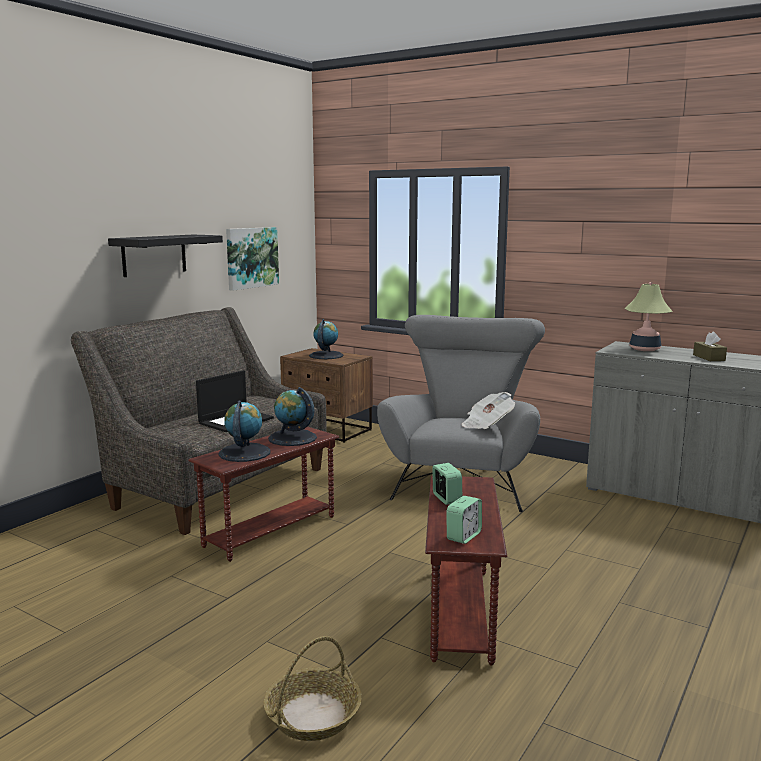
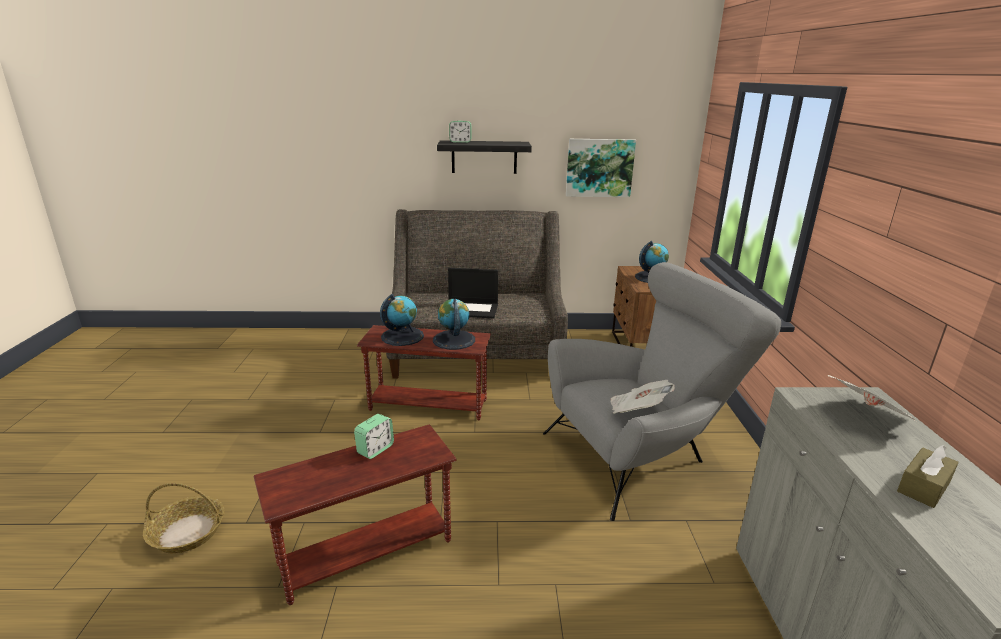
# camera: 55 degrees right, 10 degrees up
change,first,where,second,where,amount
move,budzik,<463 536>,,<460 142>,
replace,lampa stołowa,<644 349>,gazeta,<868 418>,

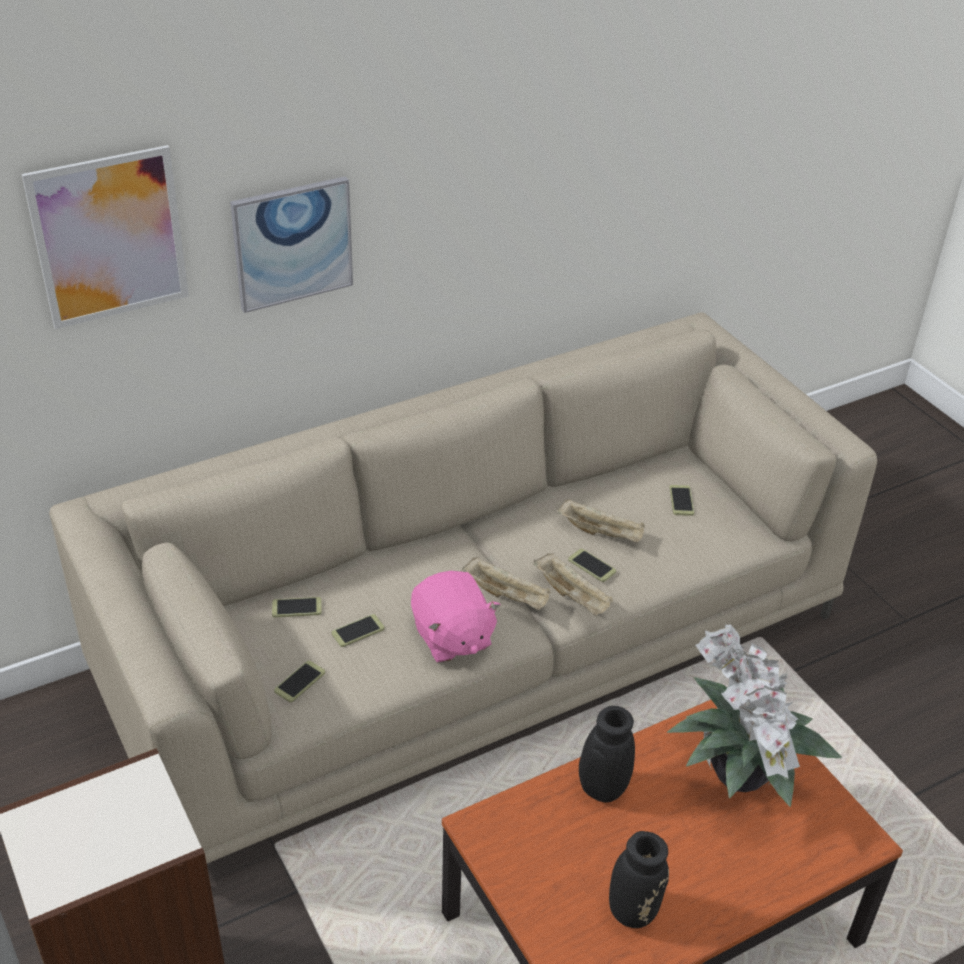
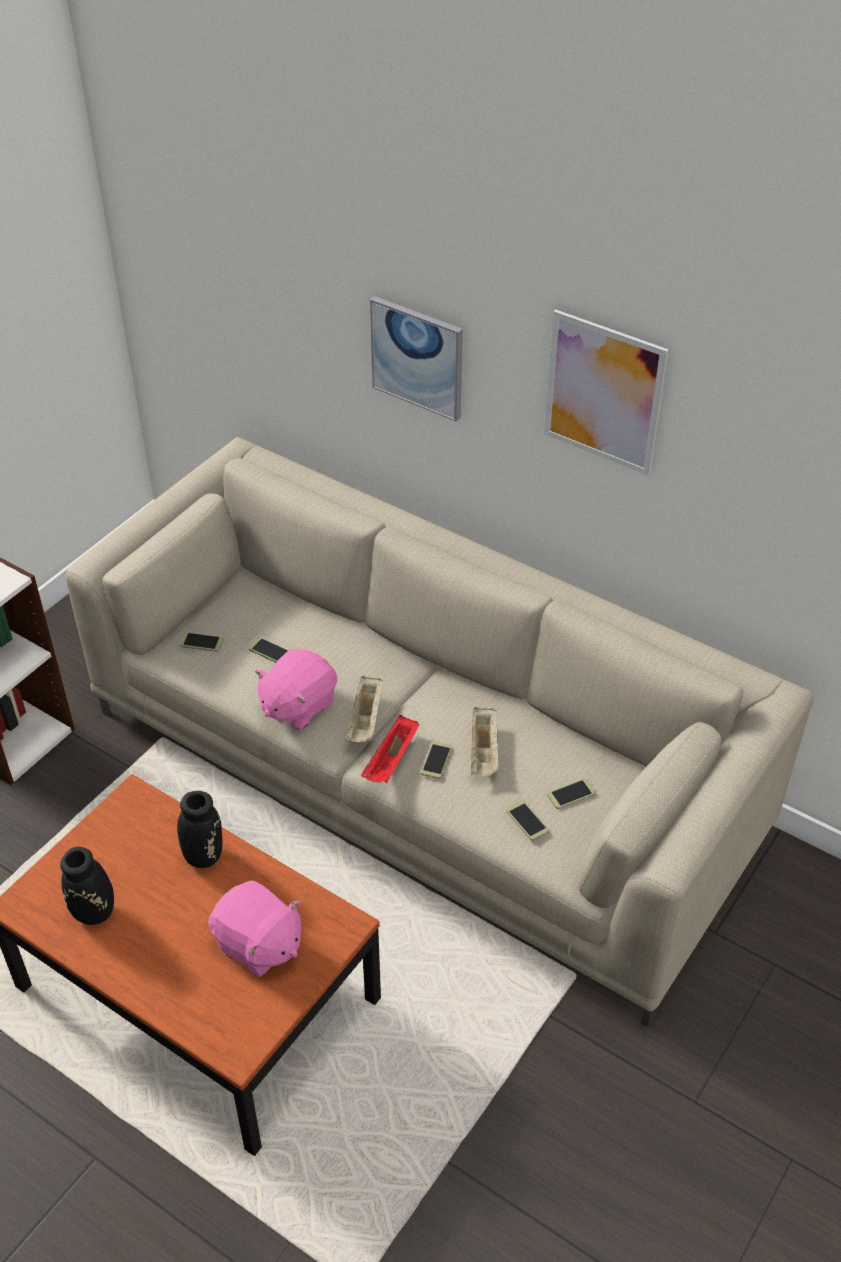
# camera: 65 degrees right, 5 degrees up
change,first,where,second,where,amount
move,obraz,<109 237>,,<603 393>,
move,telefon,<296 608>,,<527 821>,
recolor,taca [beżowy],<572 596>,taca [czerwony],<391 761>,
replace,roślina doniczkowa,<739 781>,pluszak [różowy],<258 945>,

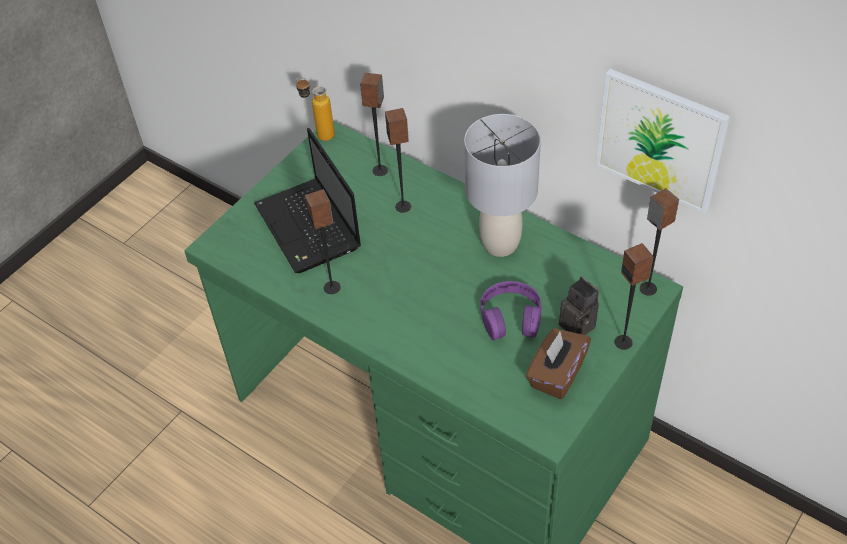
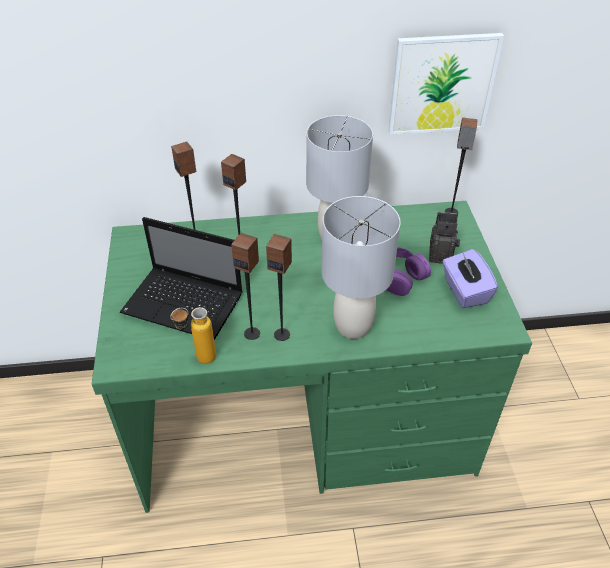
# camera: 45 degrees left, 5 degrees down
change,first,where,second,where,amount
move,butelka,<319 134>,,<198 359>,
recolor,pudełko chusteczek [brązowy],<556 374>,pudełko chusteczek [fioletowy],<464 291>,
move,głośnik,<623 342>,,<282 334>,
insert,,,lampa stołowa [szary],<353 327>,

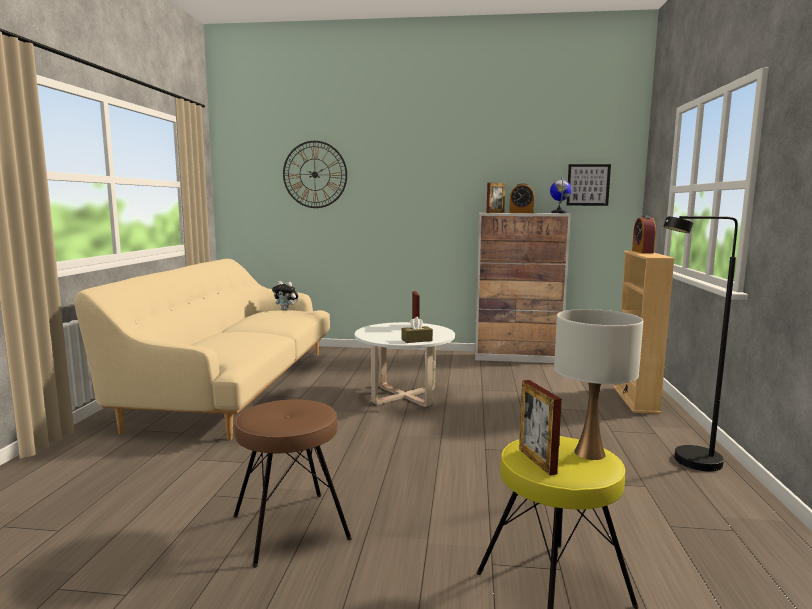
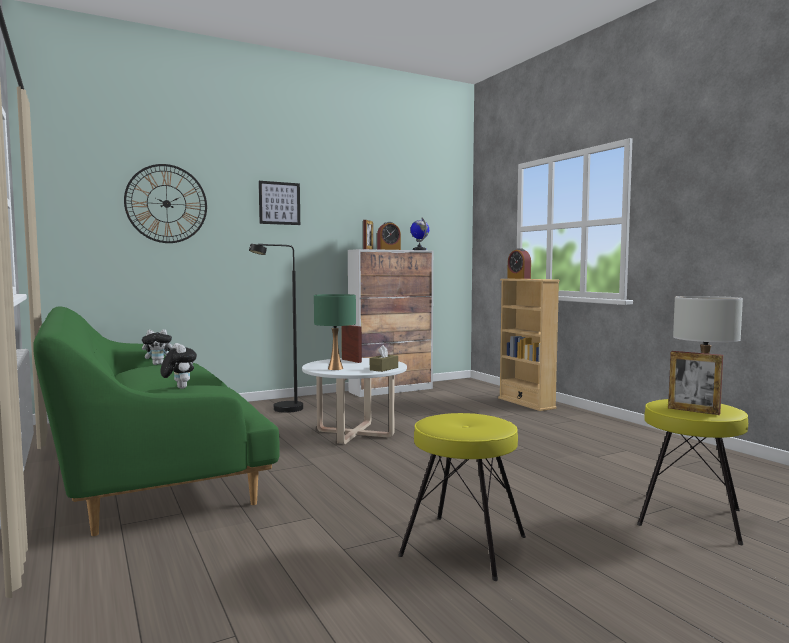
# camera: 35 degrees left, 5 degrees down
change,first,where,second,where,amount
recolor,kanapa [beżowy],<235 385>,kanapa [zielony],<148 460>,
recolor,stołek [brązowy],<289 527>,stołek [żółty],<463 546>,
move,obraz,<588 185>,,<279 203>,
move,lampa stojąca [czarny],<687 463>,,<281 410>,
insert,,,pluszak,<179 388>,
insert,,,lampa stołowa [zielony],<335 368>,

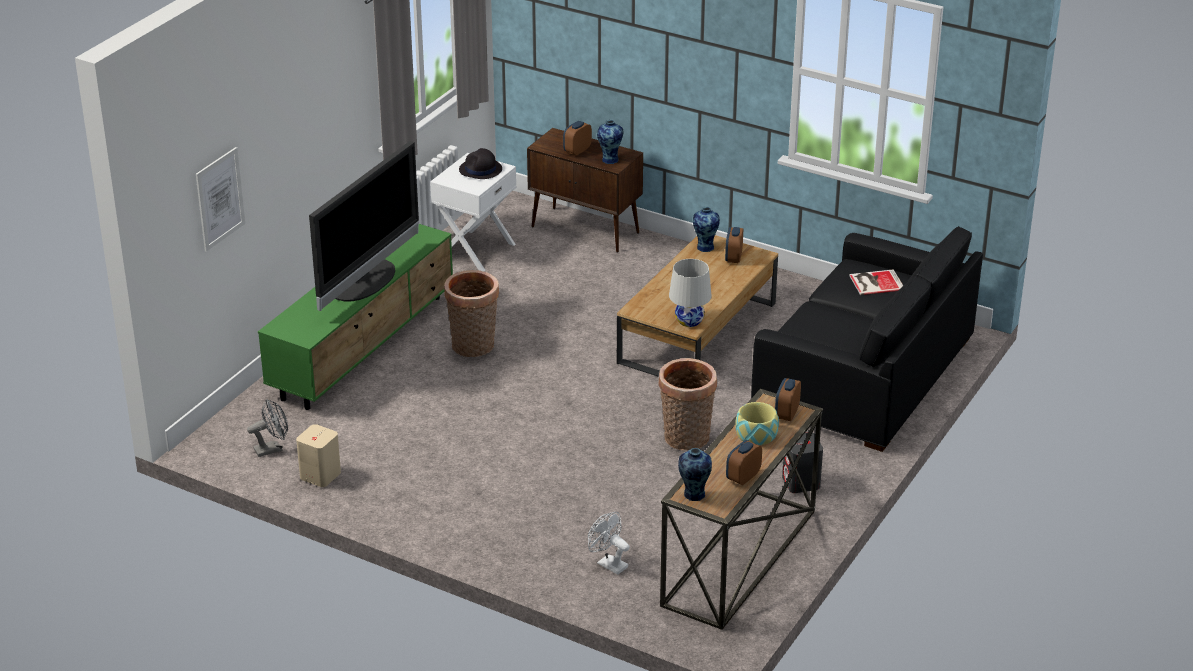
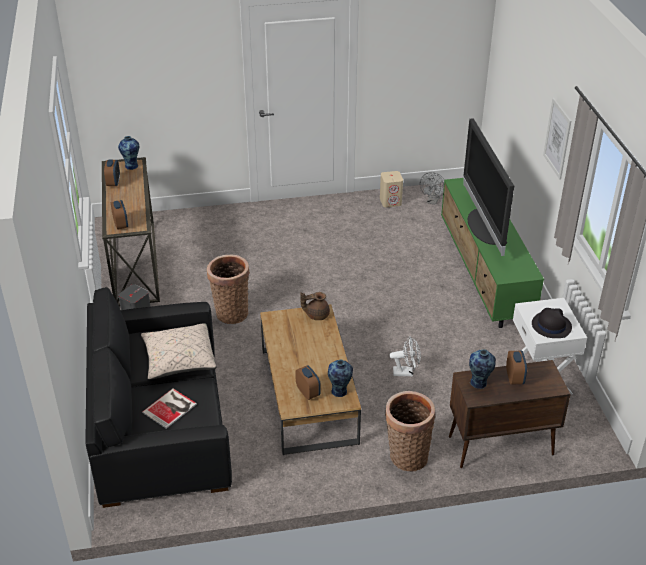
# camera: 140 degrees right, 5 degrees up
change,first,where,second,where,amount
move,obraz,<220 199>,,<557 138>,
move,koszyk,<473 347>,,<406 455>,
move,wentylator [biały],<608 563>,,<406 372>,
delete,lampa stołowa [biały],<689 321>,,,
delete,miska,<756 434>,,,
insert,,,poduszka [beżowy],<179 360>,
insert,,,imbryk [brązowy],<316 315>,

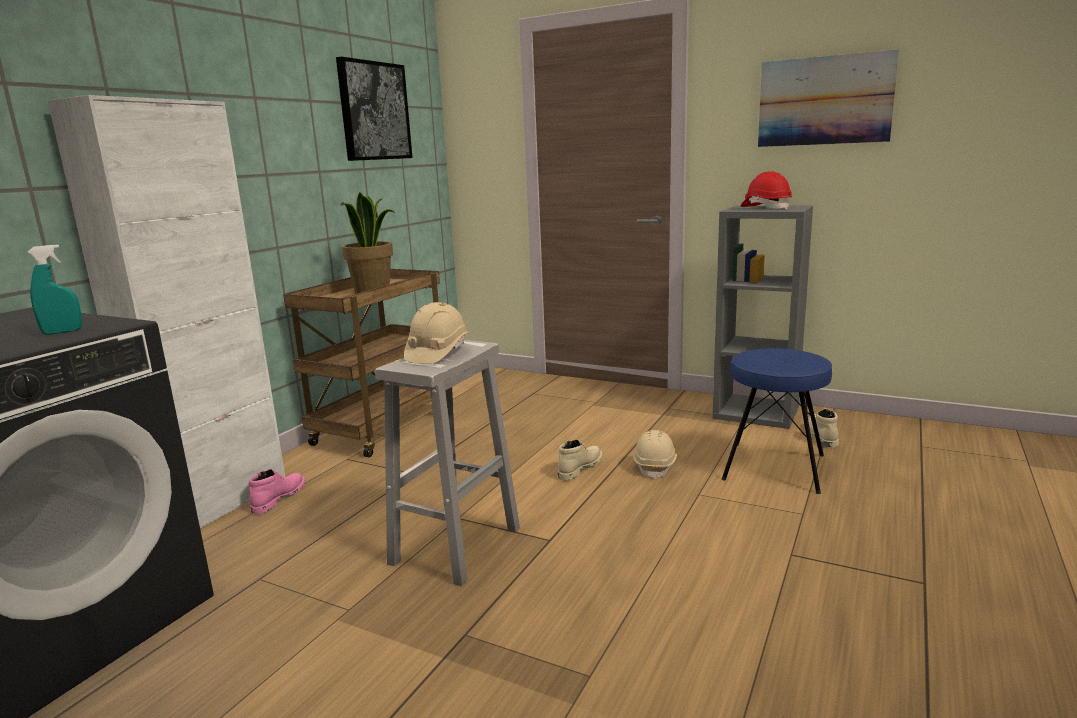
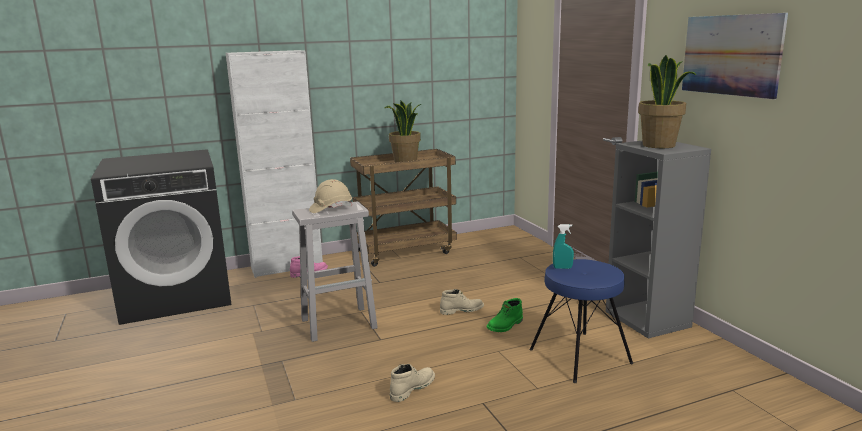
# camera: 40 degrees right, 0 degrees up
change,first,where,second,where,amount
move,spryskiwacz [turkusowy],<62 332>,,<562 268>,
delete,obraz,<374 111>,,,
replace,kask [beżowy],<655 466>,but z cholewką [zielony],<505 326>,
replace,kask [czerwony],<766 208>,roślina doniczkowa,<659 145>,
move,but z cholewką [beżowy],<820 436>,,<412 388>,

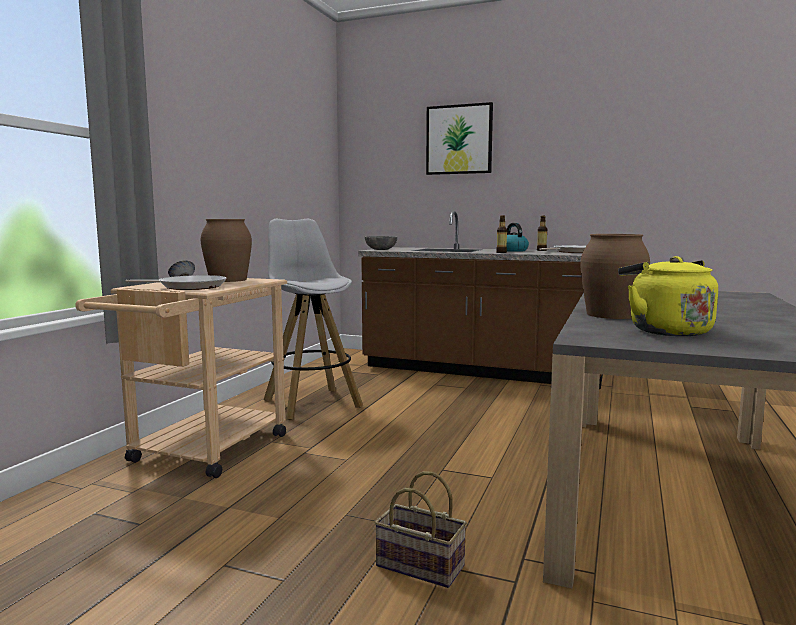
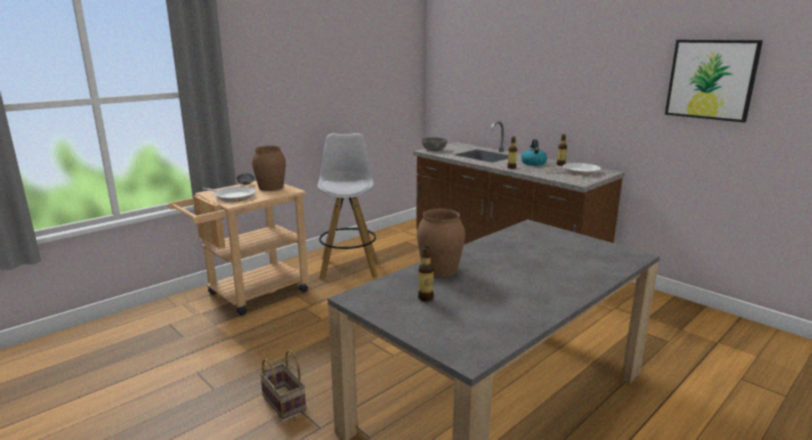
# camera: 25 degrees right, 10 degrees up
change,first,where,second,where,amount
move,obraz,<459 139>,,<711 79>,
replace,czajnik [żółty],<665 331>,butelka,<425 298>,

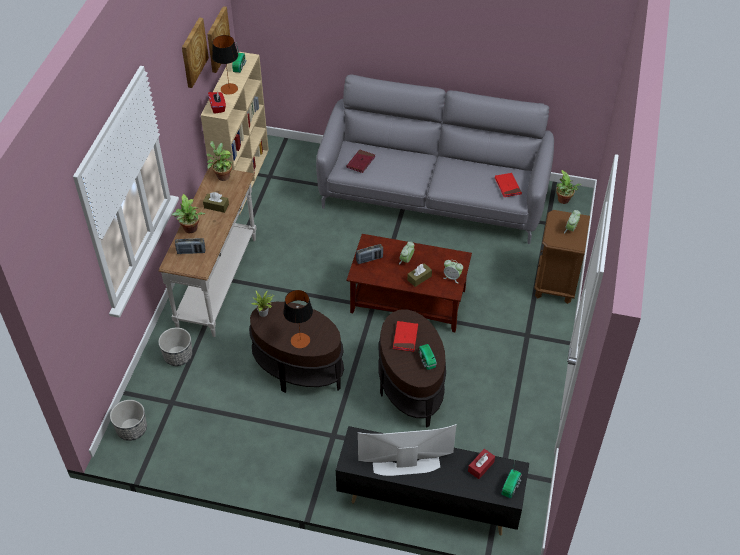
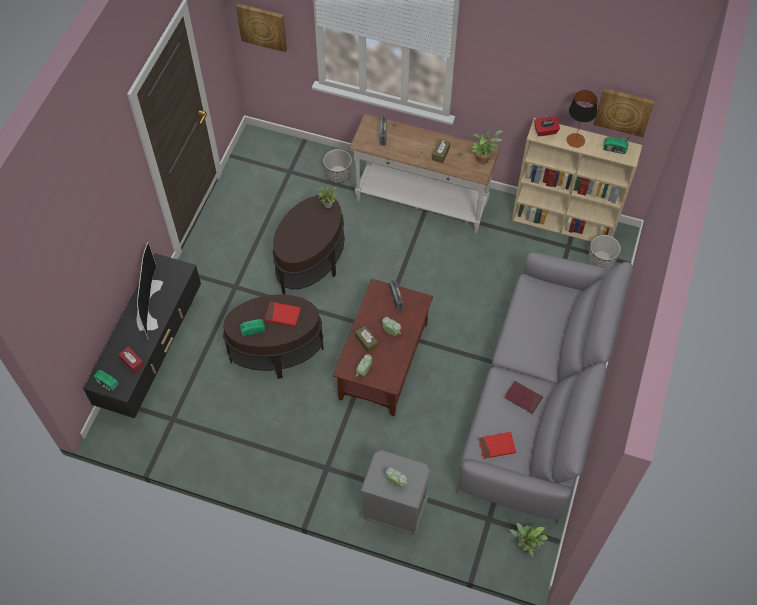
# camera: 95 degrees right, 10 degrees up
change,first,where,second,where,amount
move,donica,<131 429>,,<600 261>,
delete,roślina doniczkowa,<190 230>,,,
move,obraz,<193 52>,,<262 26>,
delete,lampa stołowa,<300 340>,,,
move,książka [czerwony],<361 162>,,<523 398>,
recolor,szafka nocna [brązowy],<556 284>,szafka nocna [szary],<394 510>,

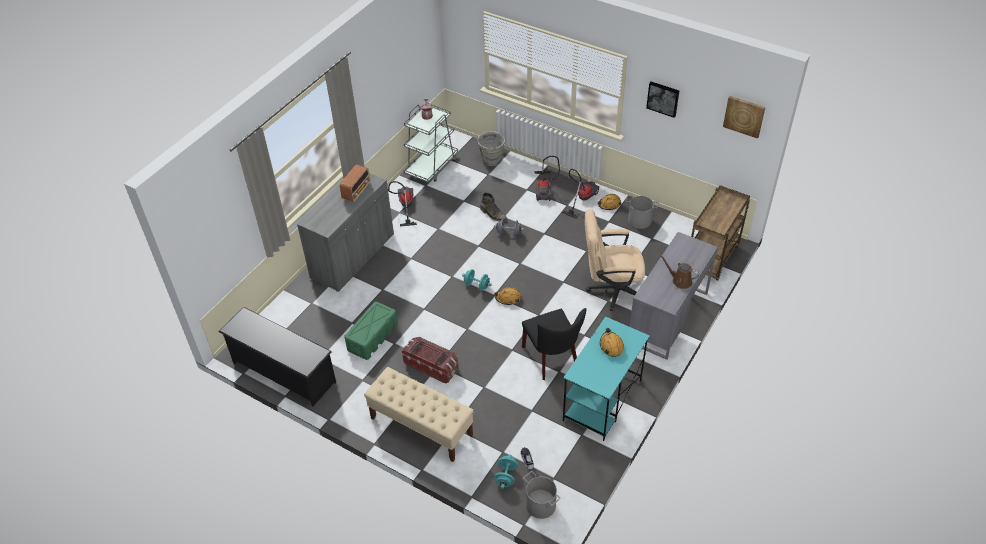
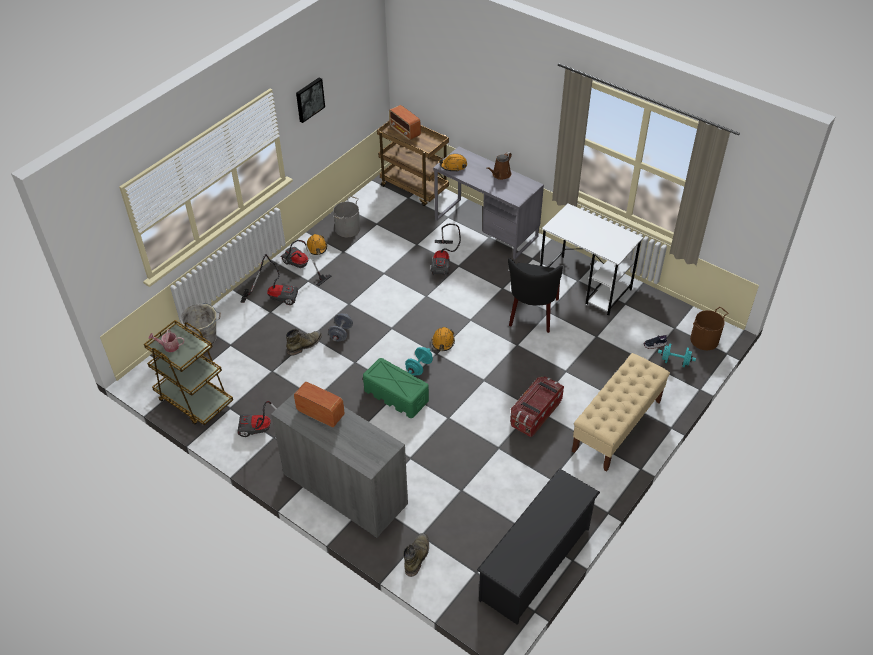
# camera: 85 degrees left, 0 degrees up
change,first,where,second,where,amount
move,pojemnik do przechowywania [zielony],<373 337>,,<396 395>,
recolor,wózek [szary],<432 166>,wózek [brązowy],<194 400>,
rotate,krzesło [czarny],<552 359>,,<532 315>,120 degrees clockwise
recolor,wiadro [szary],<540 505>,wiadro [brązowy],<704 340>,
recolor,biurko [turkusowy],<602 401>,biurko [biały],<585 285>,
replace,krzesło biurowe [beżowy],<611 290>,odkurzacz,<443 262>,
move,kask [pomarańczowy],<611 346>,,<453 166>,
delete,obraz,<744 116>,,,
insert,,,radio,<405 132>,
insert,,,but z cholewką [zielony],<417 556>,

